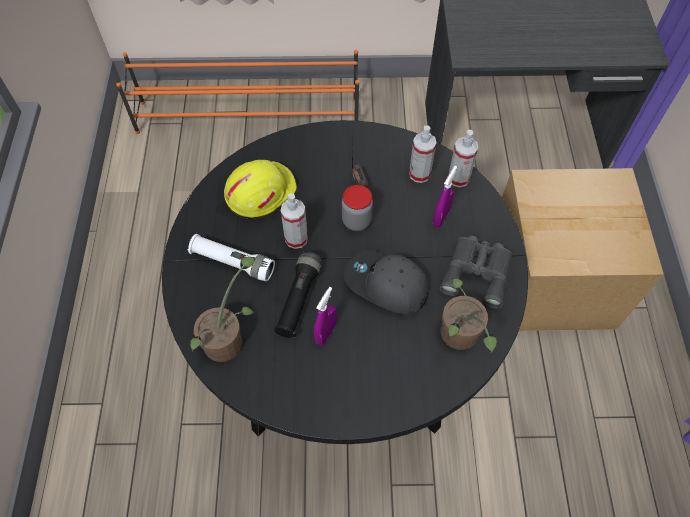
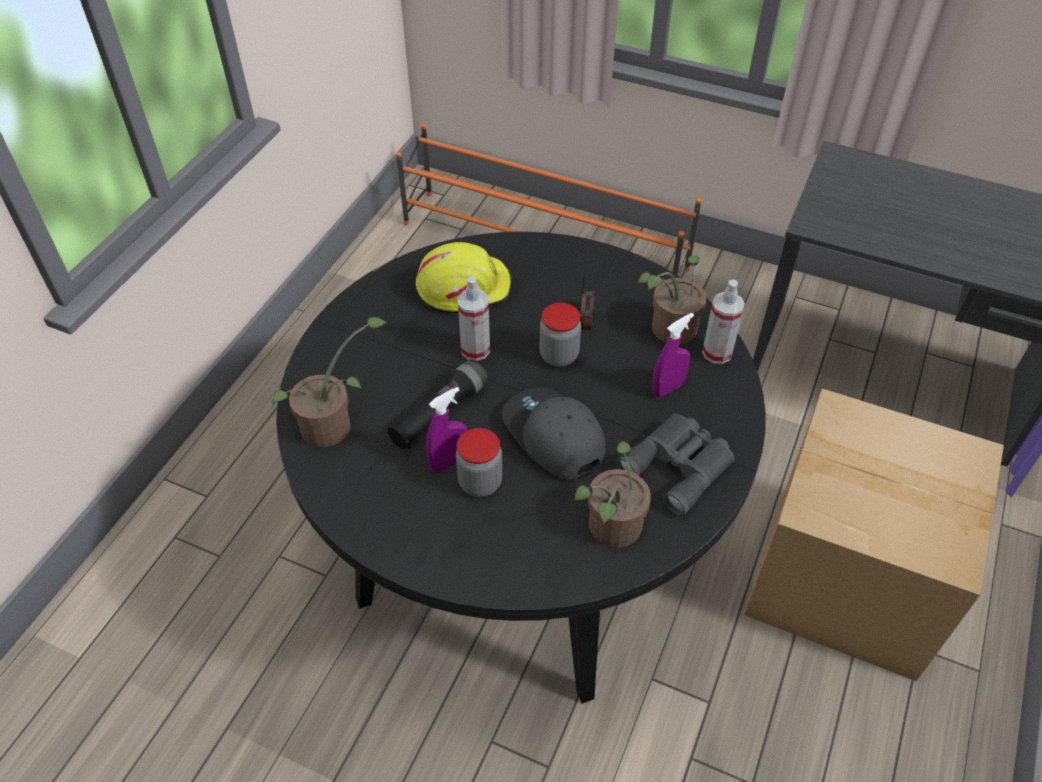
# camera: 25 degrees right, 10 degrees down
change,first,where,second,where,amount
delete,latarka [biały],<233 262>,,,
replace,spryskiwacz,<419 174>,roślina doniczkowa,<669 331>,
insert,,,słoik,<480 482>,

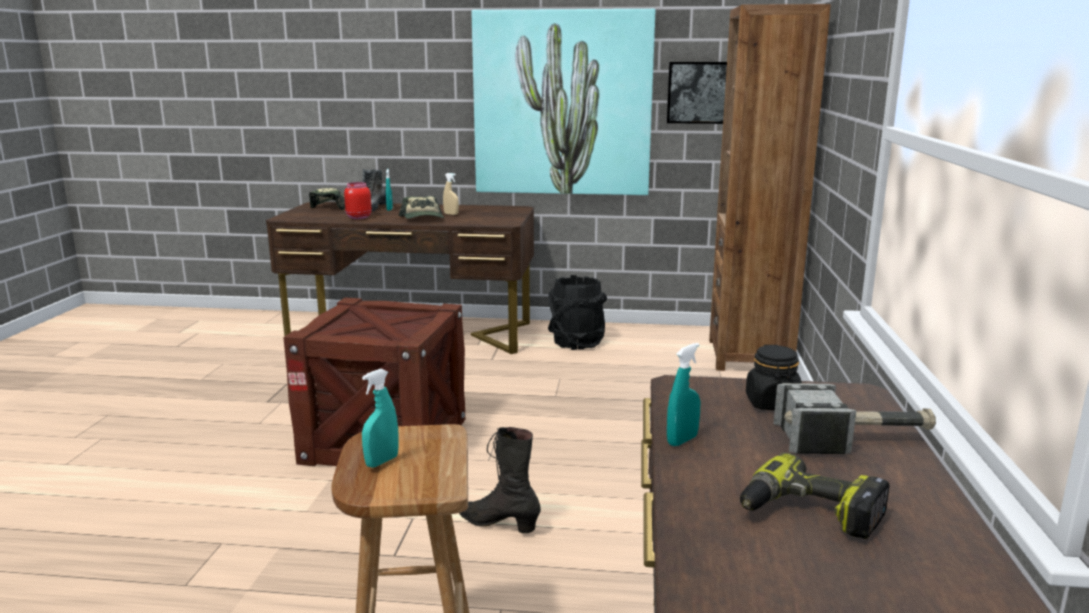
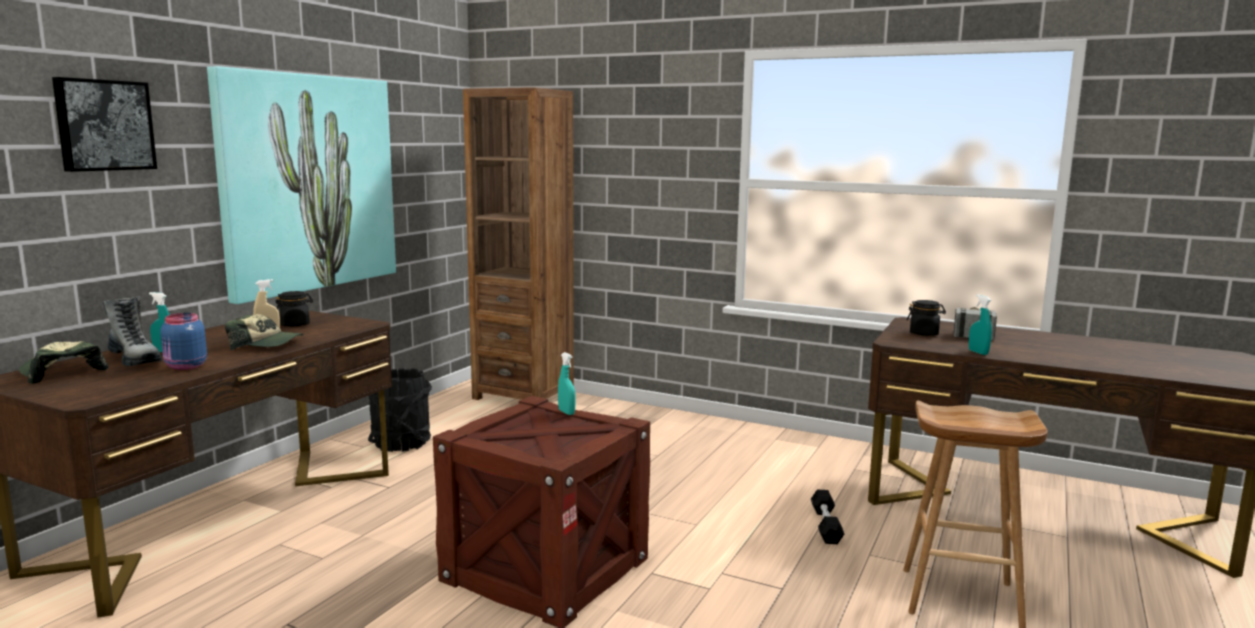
# camera: 70 degrees left, 5 degrees down
change,first,where,second,where,amount
recolor,słoik [czerwony],<358 217>,słoik [niebieski],<185 367>,
move,spryskiwacz [turkusowy],<382 461>,,<566 412>,
delete,but z cholewką [czarny],<498 524>,,,
move,obraz,<697 92>,,<104 125>,
delete,wiertarka,<809 514>,,,
insert,,,słoik [czarny],<295 324>,
insert,,,hantel [czarny],<826 525>,

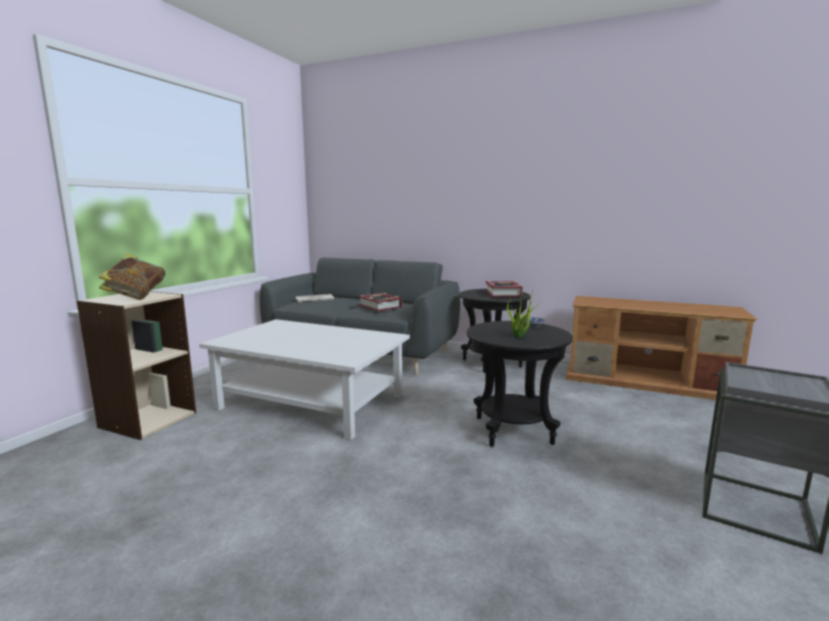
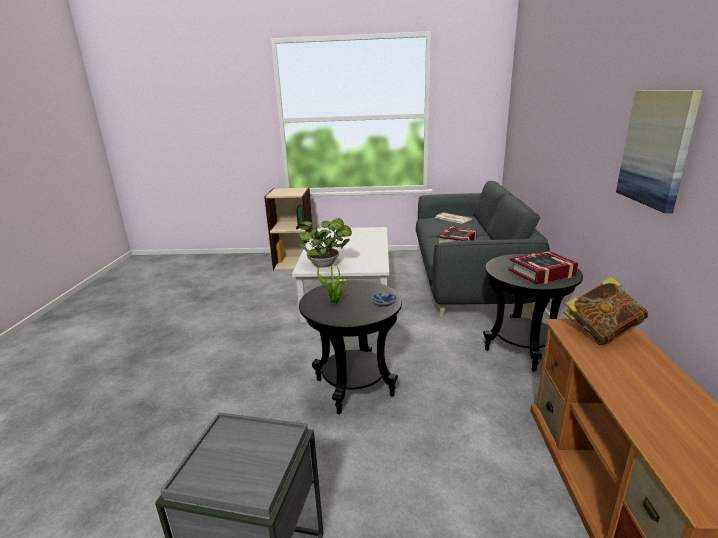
# camera: 70 degrees right, 10 degrees up
change,first,where,second,where,amount
move,książka,<136 297>,,<601 332>,
insert,,,roślina doniczkowa,<326 265>,
insert,,,obraz,<657 148>,

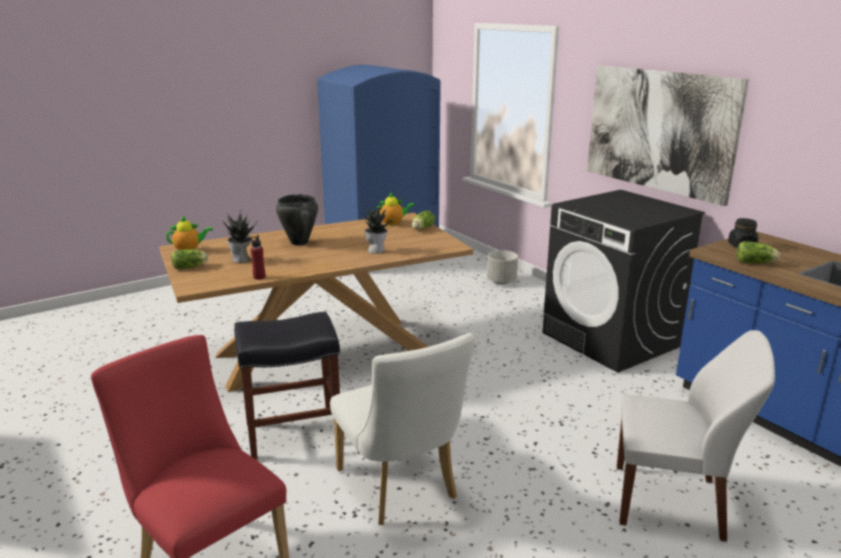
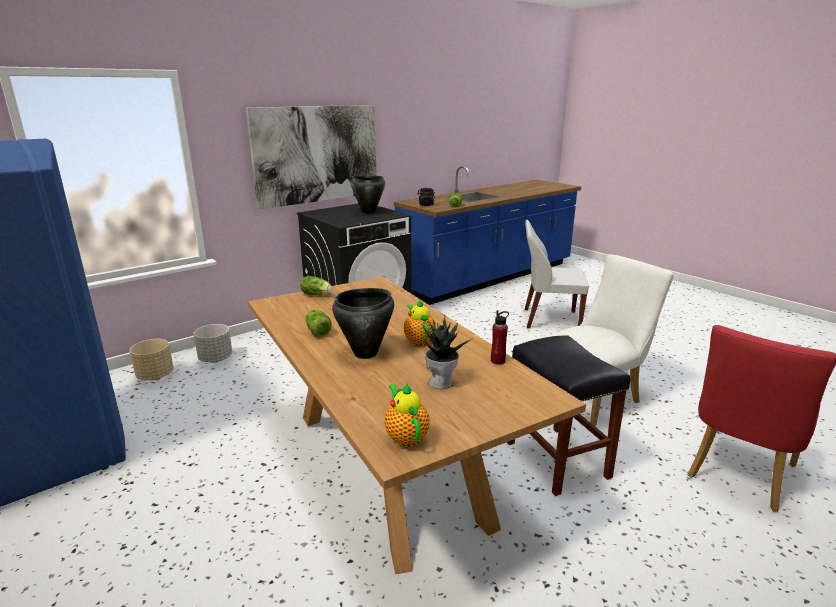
# camera: 95 degrees left, 0 degrees up
change,first,where,second,where,amount
move,sałata,<191 267>,,<317 331>,
delete,roślina doniczkowa,<376 250>,,,
move,imbryk,<393 223>,,<419 340>,
rotate,krzesło [biały],<672 502>,,<549 319>,90 degrees counterclockwise
insert,,,donica [beżowy],<155 376>,
insert,,,garnek [czarny],<368 212>,

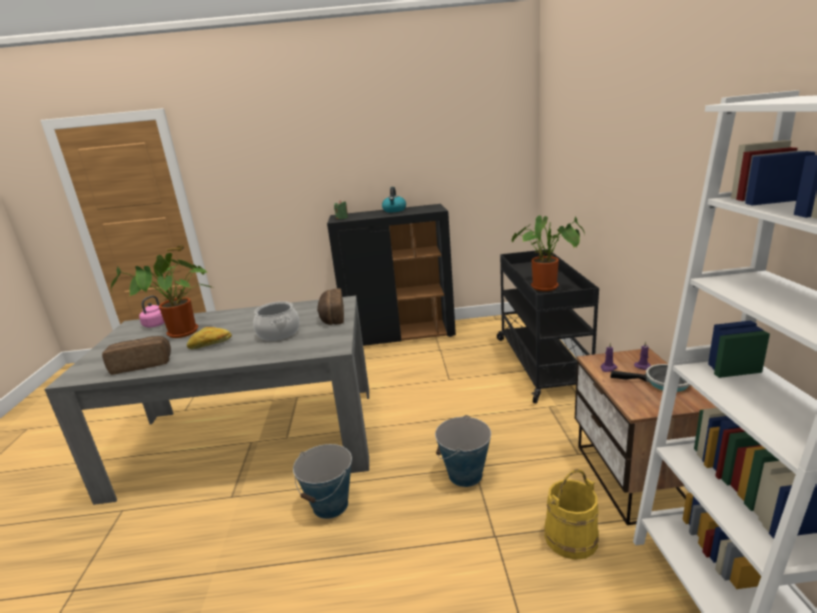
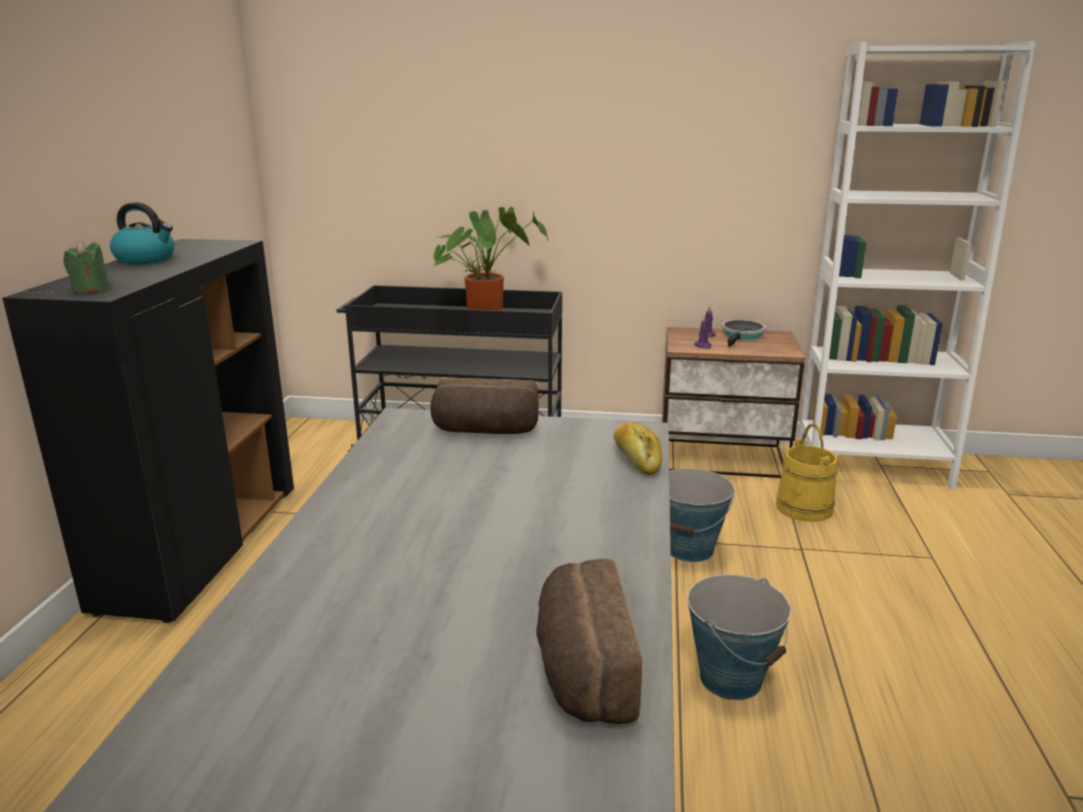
# camera: 80 degrees left, 0 degrees up
change,first,where,second,where,amount
delete,roślina doniczkowa,<181 334>,,,
delete,czajnik [różowy],<157 324>,,,
move,chleb,<210 344>,,<637 459>,
delete,garnek,<279 333>,,,

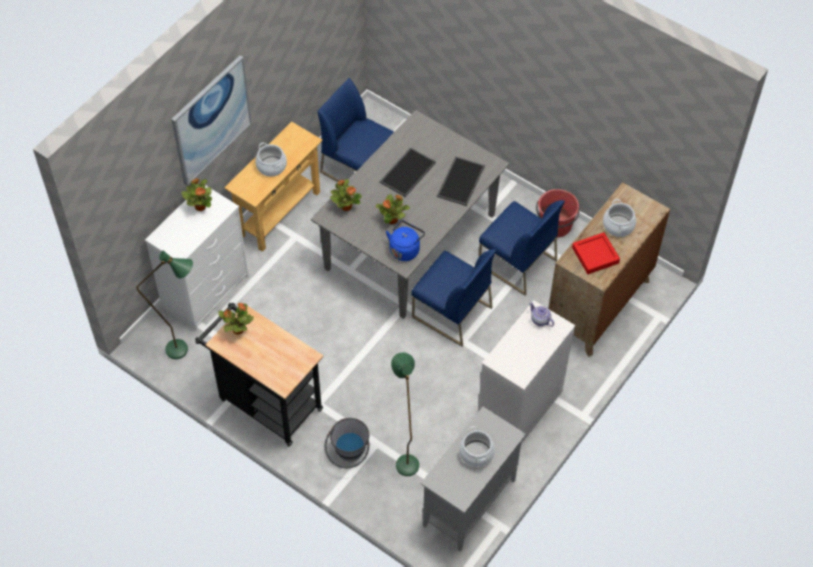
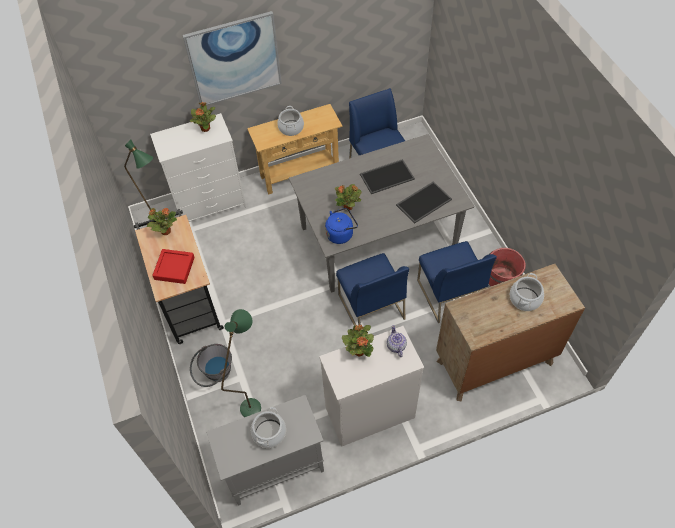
# camera: 35 degrees right, 0 degrees up
change,first,where,second,where,amount
move,roślina doniczkowa,<346 206>,,<359 350>,
move,taca [czerwony],<595 255>,,<174 268>,

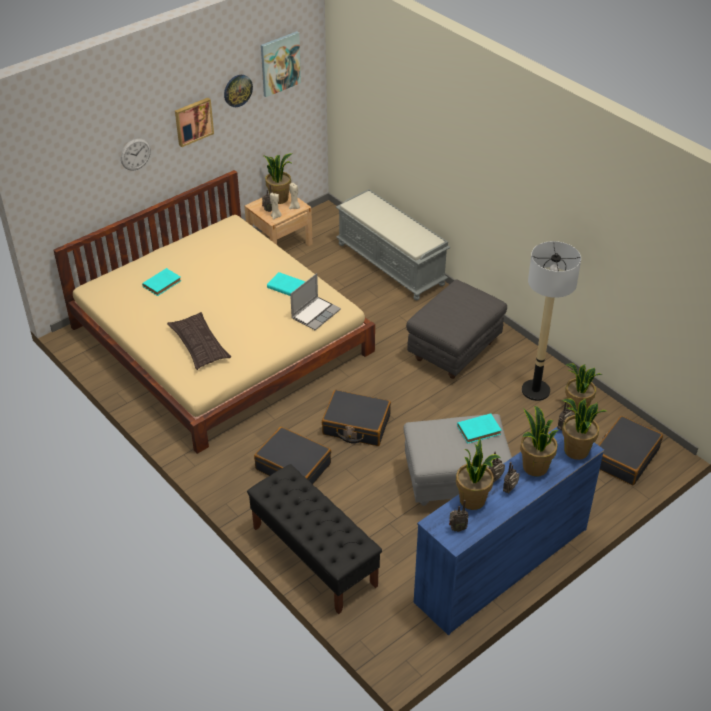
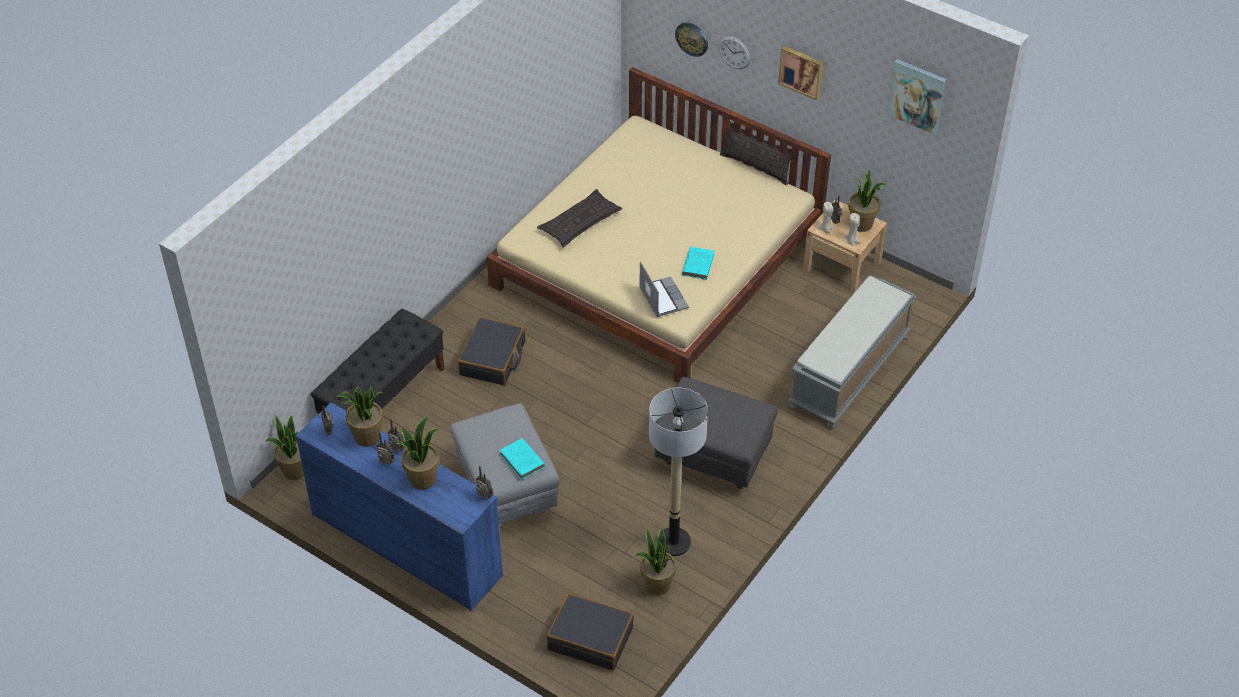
# camera: 75 degrees right, 5 degrees up
change,first,where,second,where,amount
delete,książka [turkusowy],<162 283>,,,
move,zegar ścienny,<237 90>,,<692 38>,
rotate,laptop,<315 314>,,<662 298>,135 degrees counterclockwise
delete,walizka [czarny],<356 425>,,,
move,roślina doniczkowa,<576 451>,,<294 471>,
insert,,,poduszka,<756 167>,

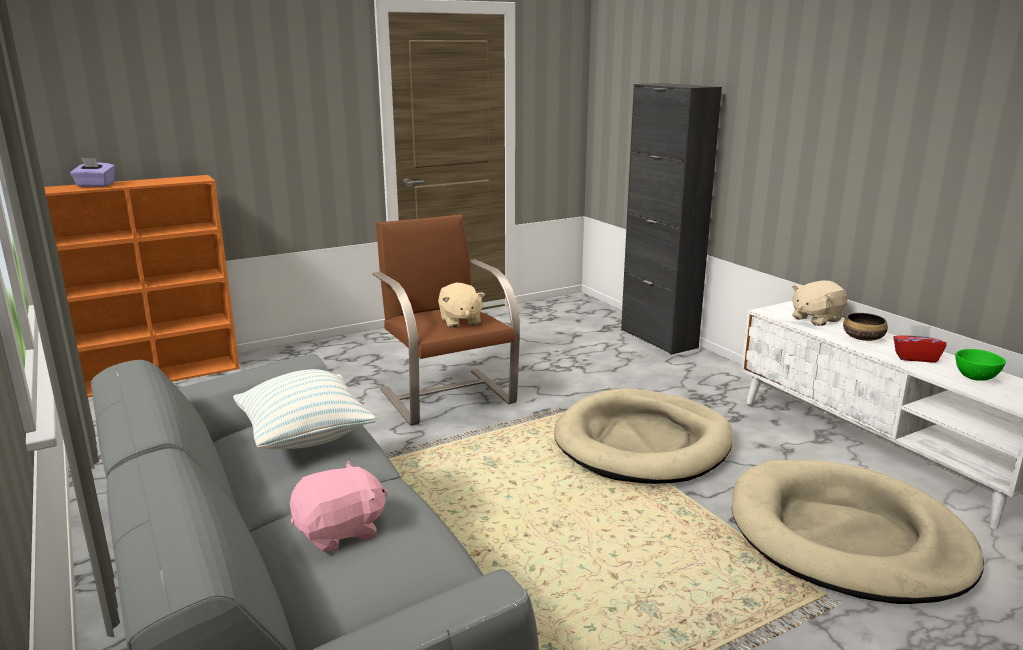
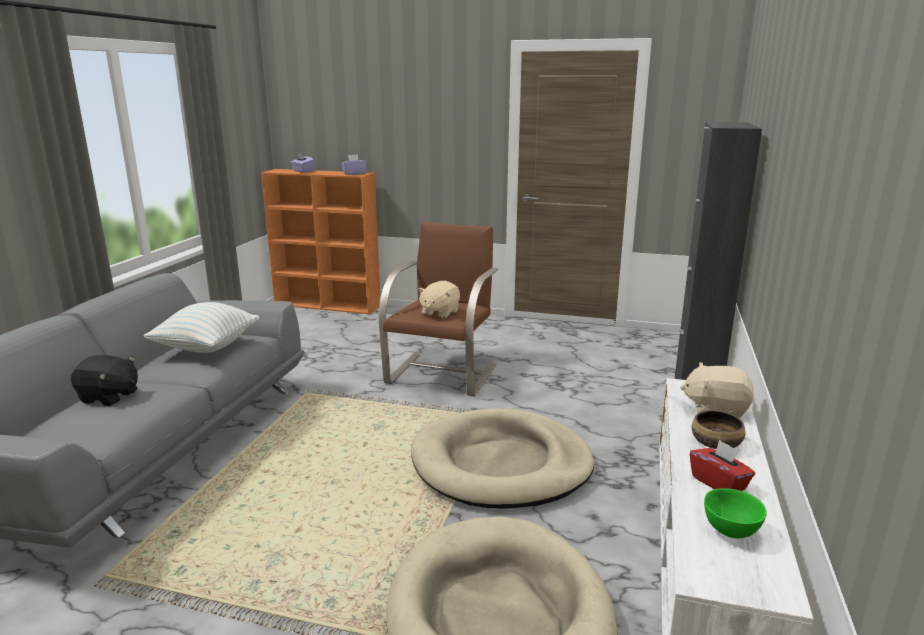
# camera: 45 degrees right, 0 degrees up
change,first,where,second,where,amount
recolor,pluszak [różowy],<340 532>,pluszak [czarny],<109 397>,
insert,,,pudełko chusteczek [fioletowy],<354 173>,

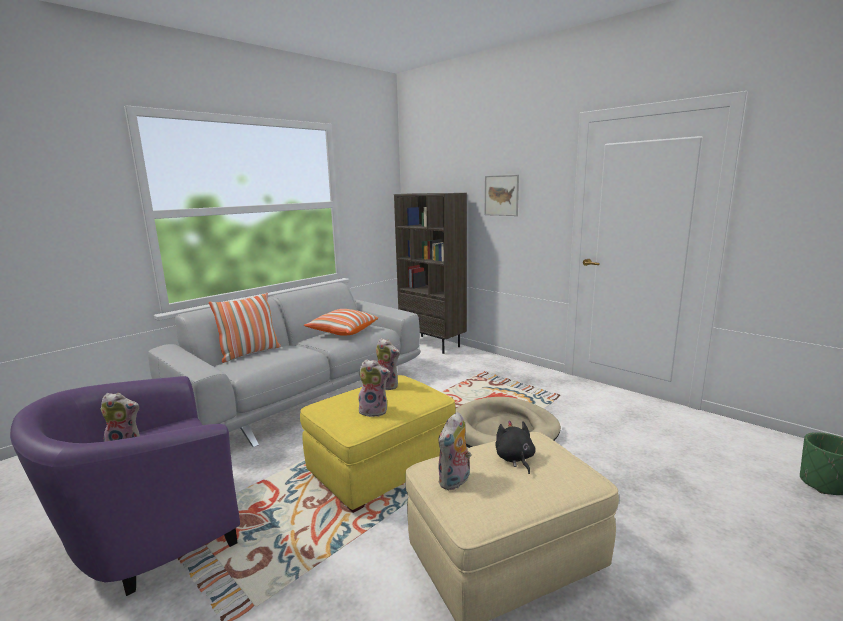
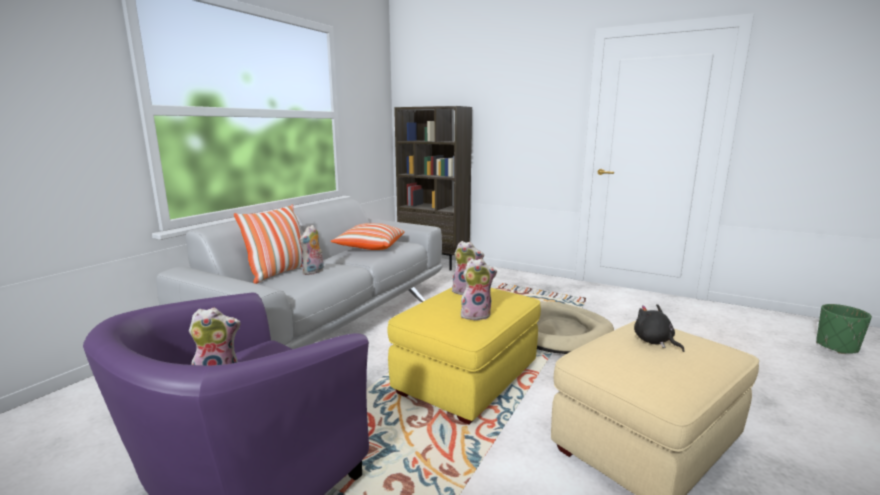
# camera: 15 degrees left, 0 degrees up
change,first,where,second,where,amount
move,pluszak,<455 482>,,<313 272>,
delete,obraz,<501 195>,,,

